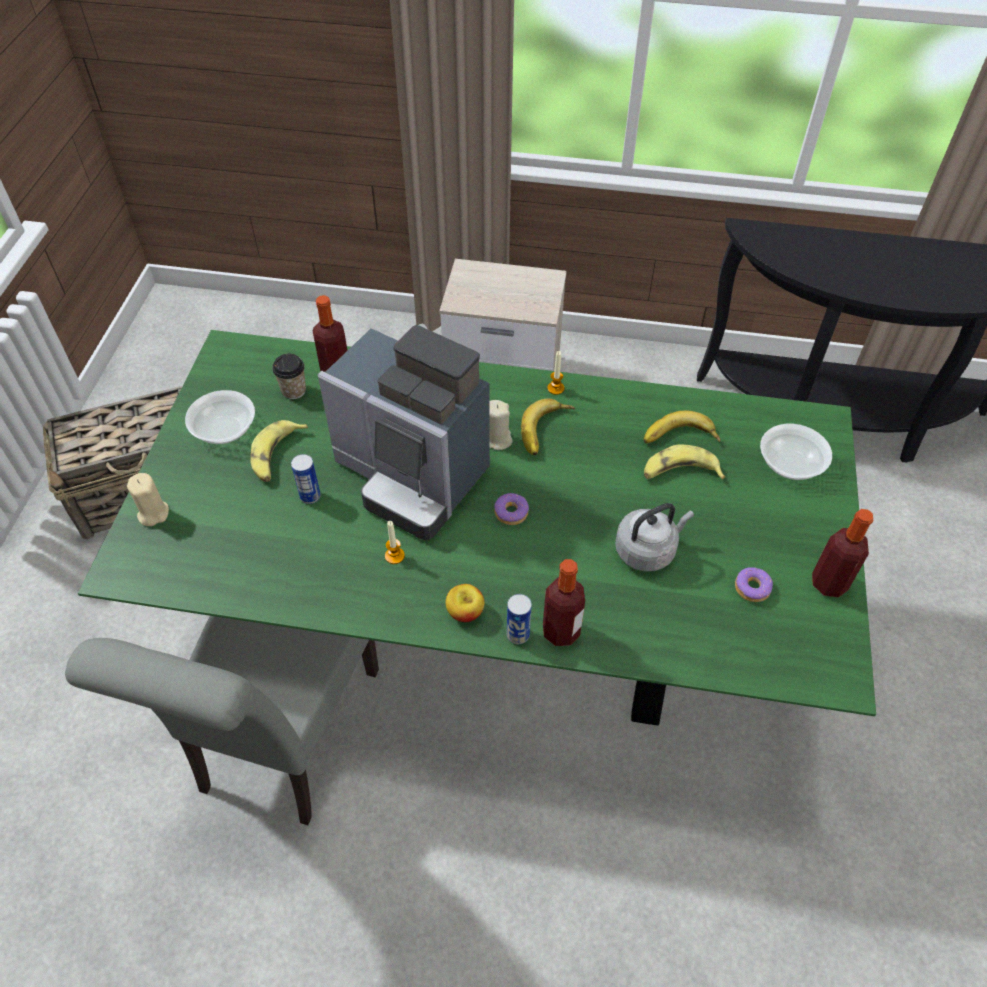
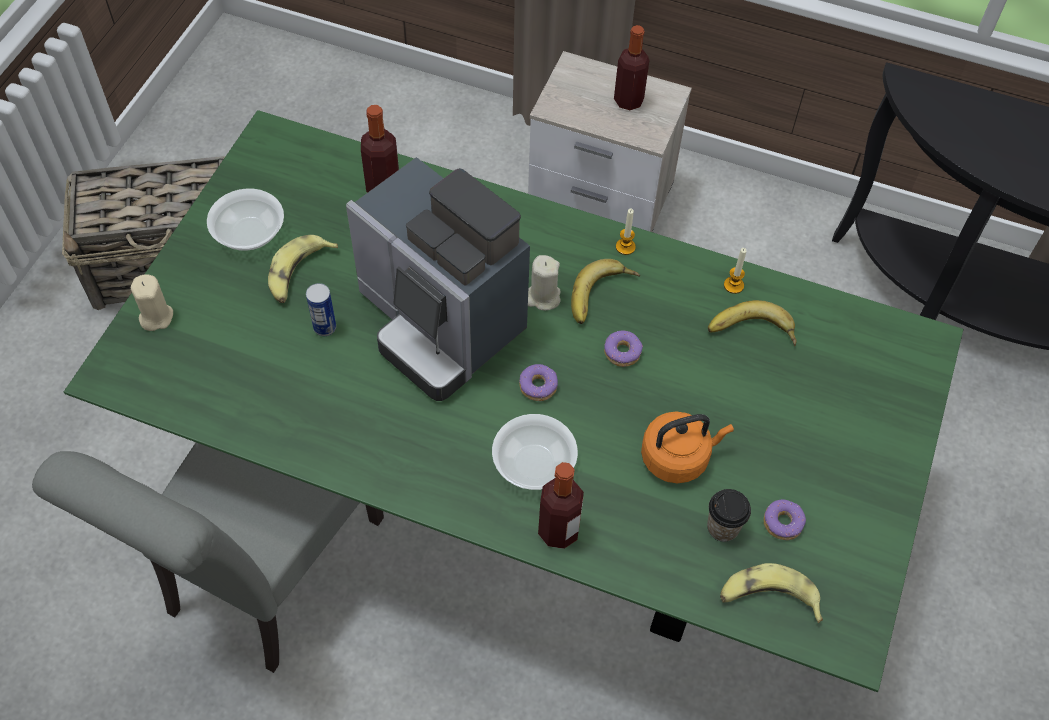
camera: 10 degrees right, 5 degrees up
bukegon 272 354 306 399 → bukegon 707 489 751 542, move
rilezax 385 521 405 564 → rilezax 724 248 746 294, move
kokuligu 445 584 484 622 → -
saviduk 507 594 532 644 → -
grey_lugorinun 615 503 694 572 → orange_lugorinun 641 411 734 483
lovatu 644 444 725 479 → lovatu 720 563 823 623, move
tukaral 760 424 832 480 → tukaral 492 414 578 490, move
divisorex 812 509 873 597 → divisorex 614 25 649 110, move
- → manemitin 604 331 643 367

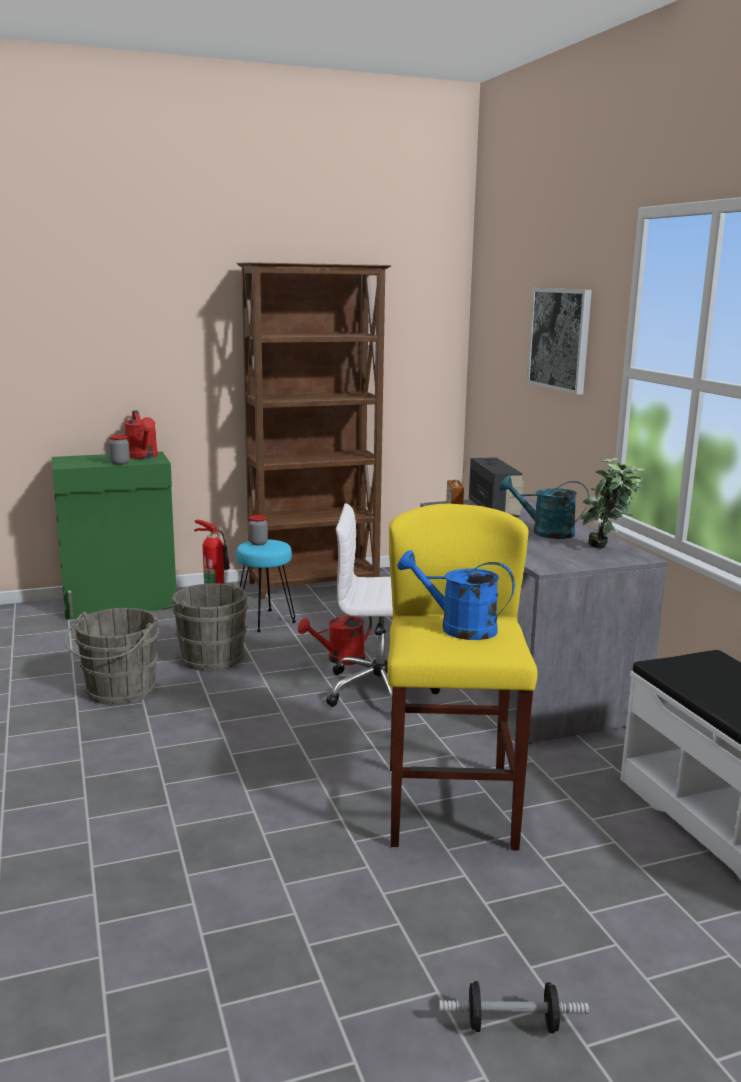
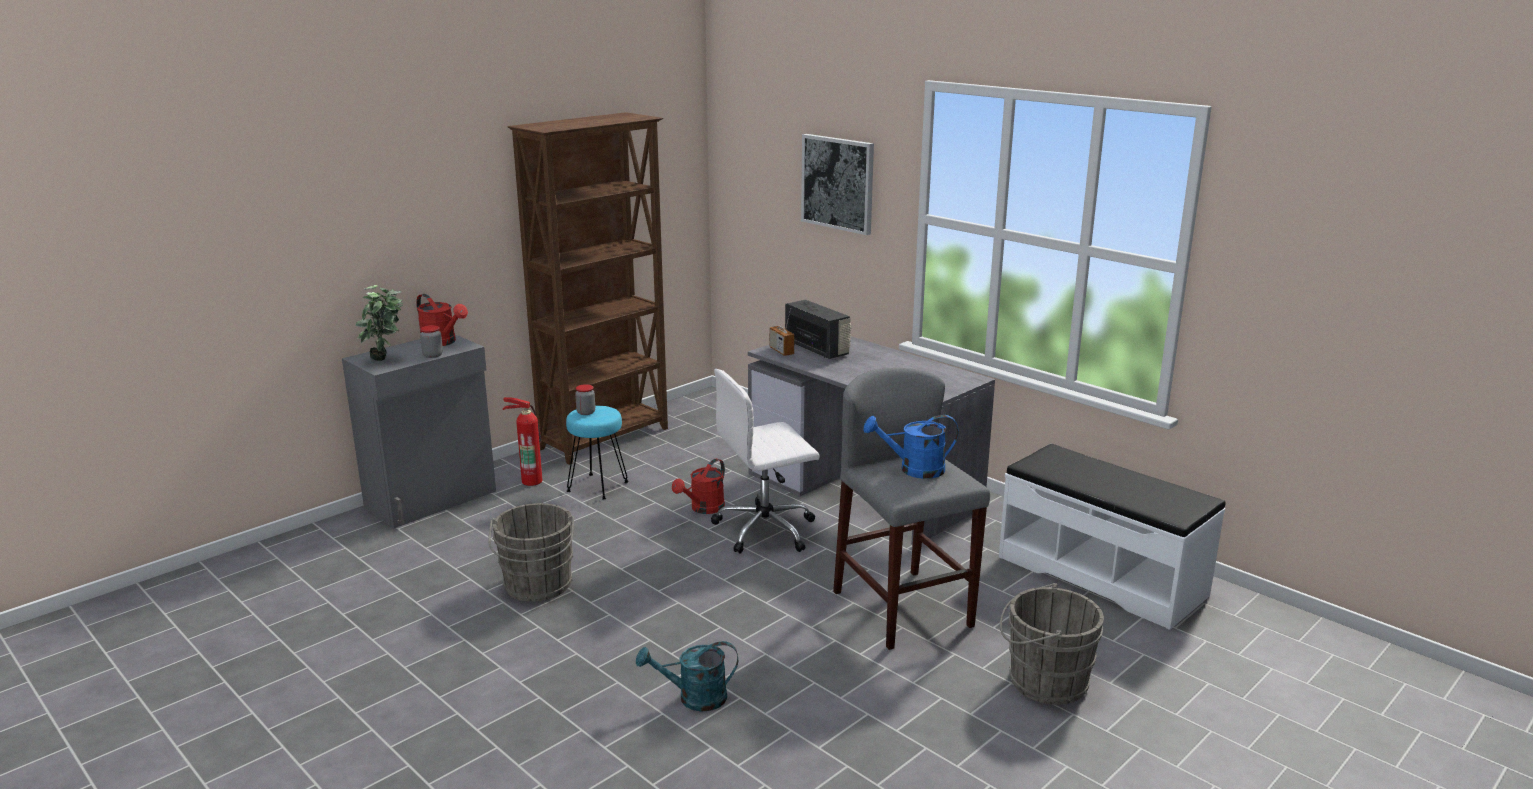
camera: 25 degrees left, 5 degrees up
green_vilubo 51 452 176 620 → grey_vilubo 342 334 496 528
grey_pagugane 163 582 248 671 → grey_pagugane 1000 583 1104 705, move
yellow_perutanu 387 504 538 850 → grey_perutanu 833 368 990 650
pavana 439 981 589 1033 → -
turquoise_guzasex 499 476 589 539 → turquoise_guzasex 636 641 738 712, move
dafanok 578 458 645 549 → dafanok 355 285 403 361, move

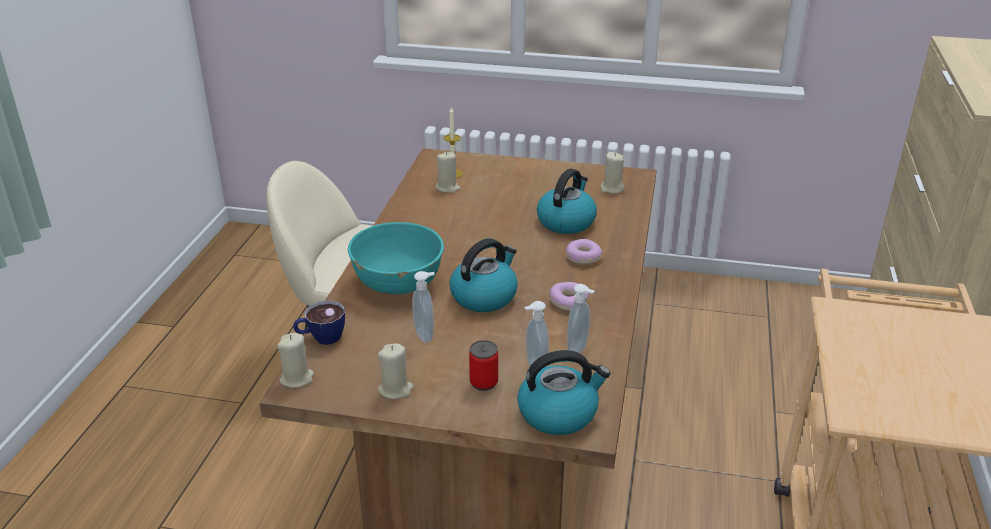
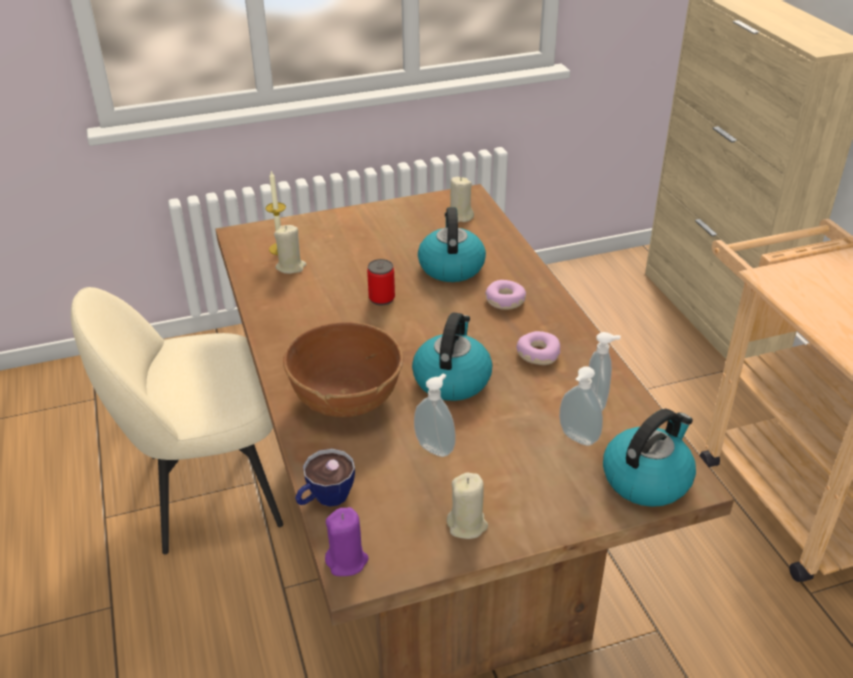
camera: 30 degrees left, 5 degrees up
beige_rilezax 277 333 314 388 → purple_rilezax 325 507 369 576
turquoise_tukaral 348 222 444 294 → brown_tukaral 283 322 403 417
saviduk 469 340 498 391 → saviduk 367 259 395 306, move

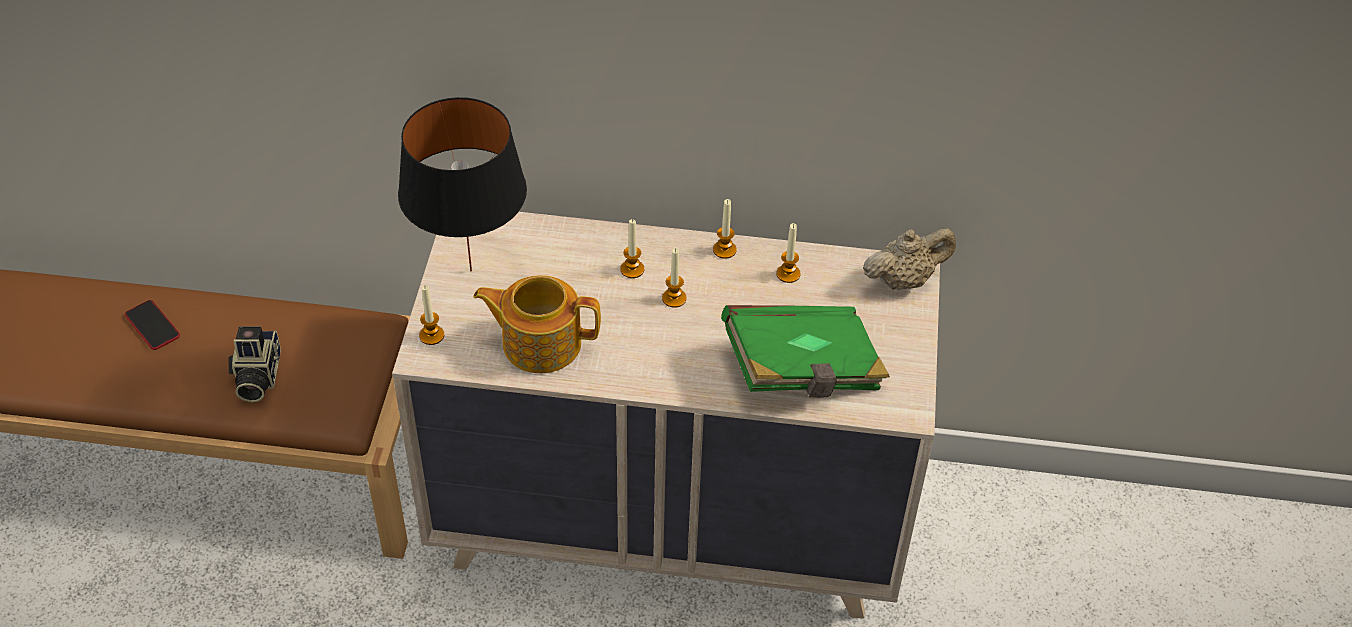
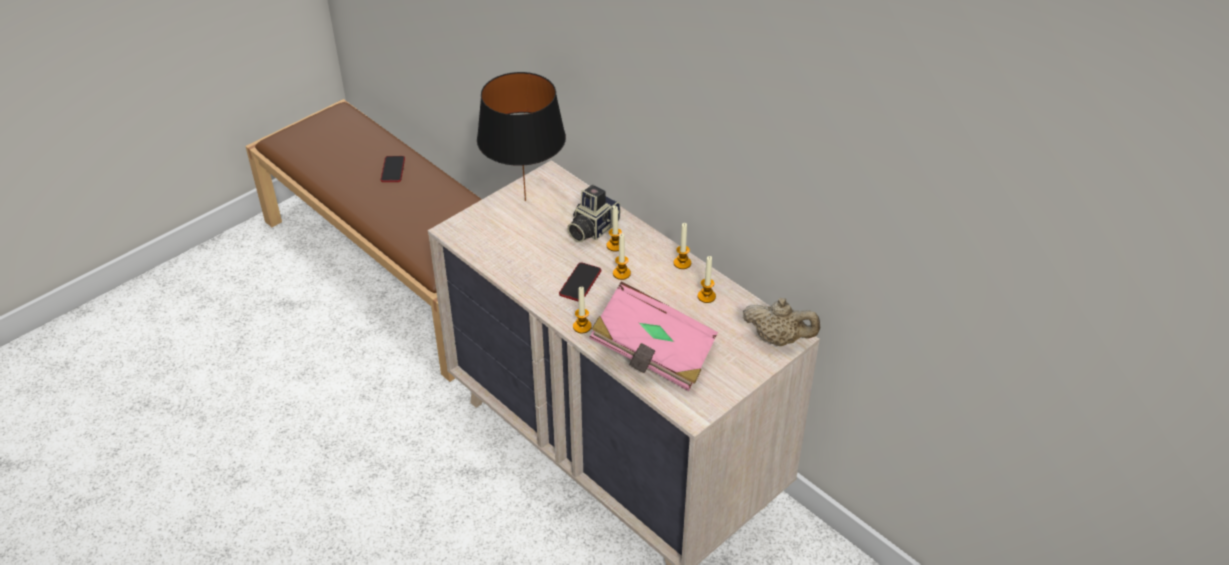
camera: 40 degrees right, 5 degrees down
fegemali 229 327 281 402 → fegemali 567 185 620 242, move
rilezax 419 285 444 345 → rilezax 573 286 592 333, move
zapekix 473 275 601 373 → -
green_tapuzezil 721 305 890 398 → pink_tapuzezil 589 281 718 391
- → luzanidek 559 262 601 302

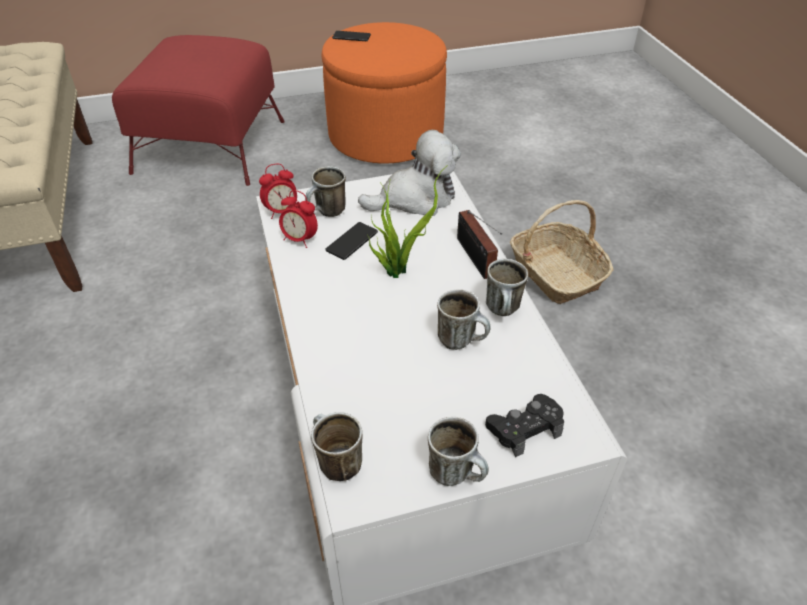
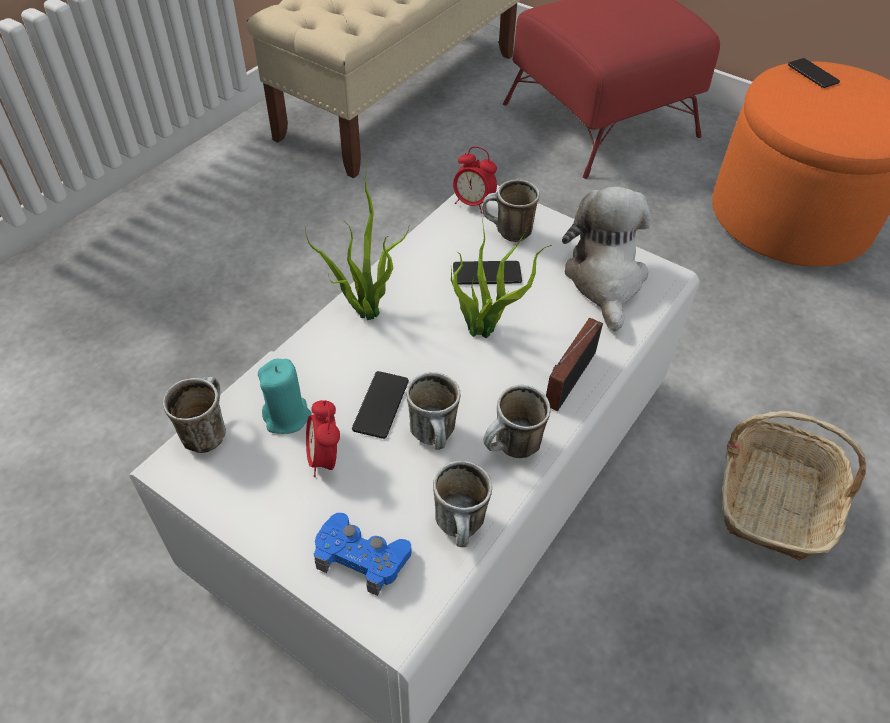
camera: 50 degrees right, 5 degrees up
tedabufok 279 190 318 248 → tedabufok 306 400 340 477, move
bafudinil 358 130 461 216 → bafudinil 562 186 652 331, 120 degrees counterclockwise
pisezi 428 417 489 486 → pisezi 433 461 492 547, move
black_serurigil 485 394 564 457 → blue_serurigil 314 513 411 596
- → turquoise_rilezax 258 359 312 434
- → dafanok 305 157 409 320
- → luzanidek 352 371 409 439

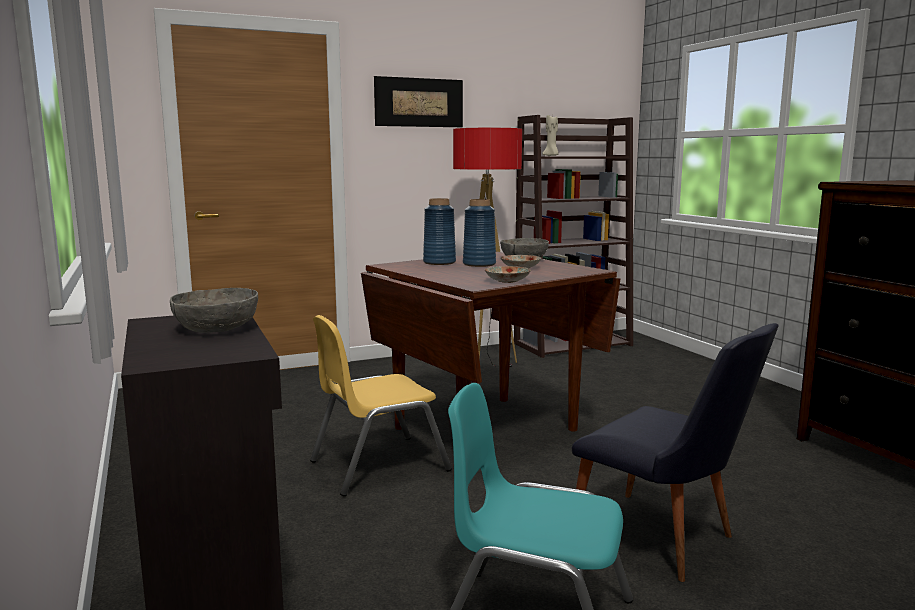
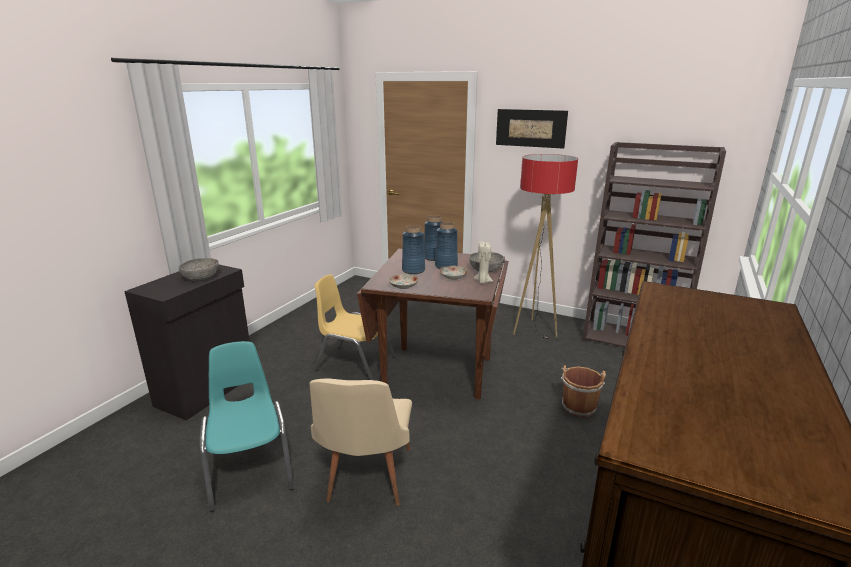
camera: 50 degrees right, 10 degrees up
beige_rilezax 542 115 559 156 → beige_rilezax 474 242 493 284, move
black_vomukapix 572 323 779 582 → beige_vomukapix 310 379 412 506
- → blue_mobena 402 225 425 274
- → brown_pagugane 561 365 606 417

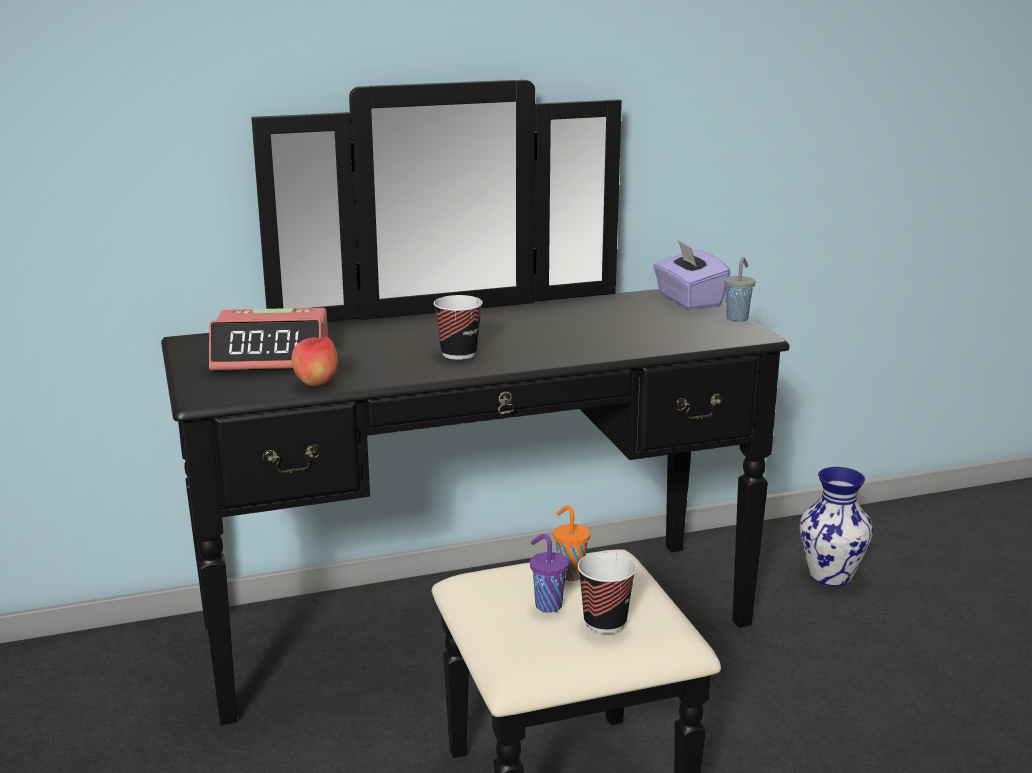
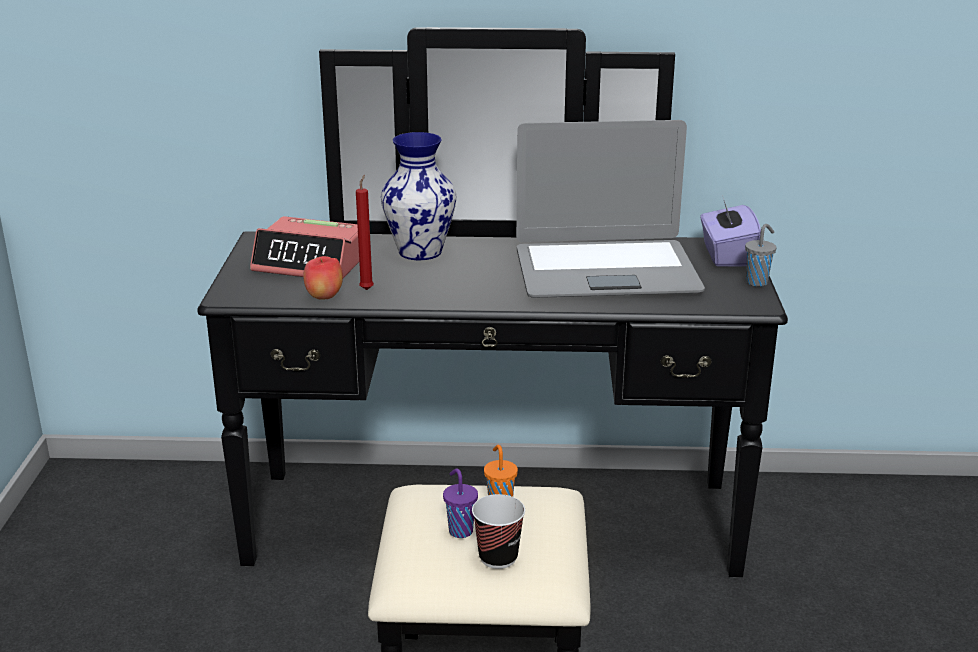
camera: 20 degrees right, 5 degrees up
bukegon 434 295 483 360 → -
mobena 800 467 873 587 → mobena 381 132 457 260, move
- → red_rilezax 356 175 374 290
- → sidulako 516 120 705 298

